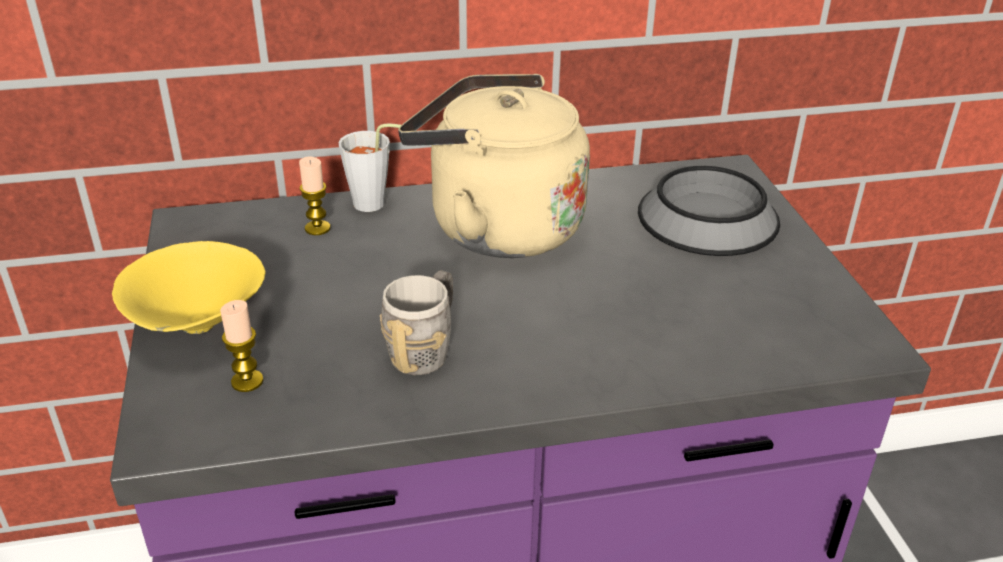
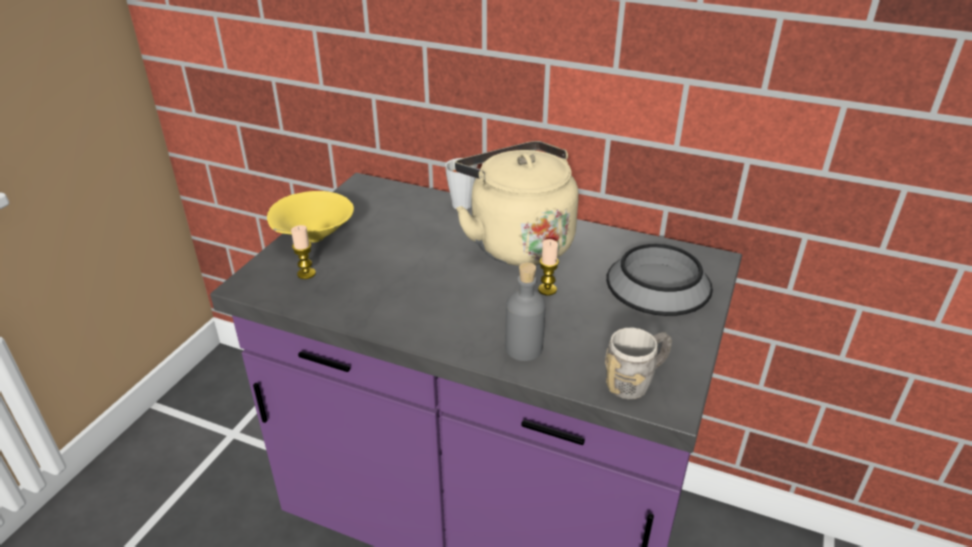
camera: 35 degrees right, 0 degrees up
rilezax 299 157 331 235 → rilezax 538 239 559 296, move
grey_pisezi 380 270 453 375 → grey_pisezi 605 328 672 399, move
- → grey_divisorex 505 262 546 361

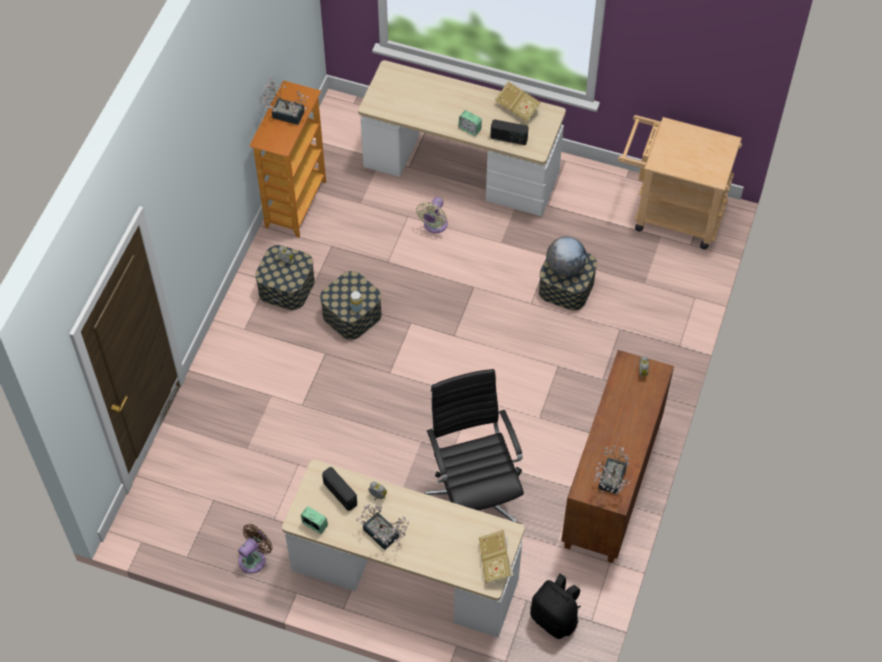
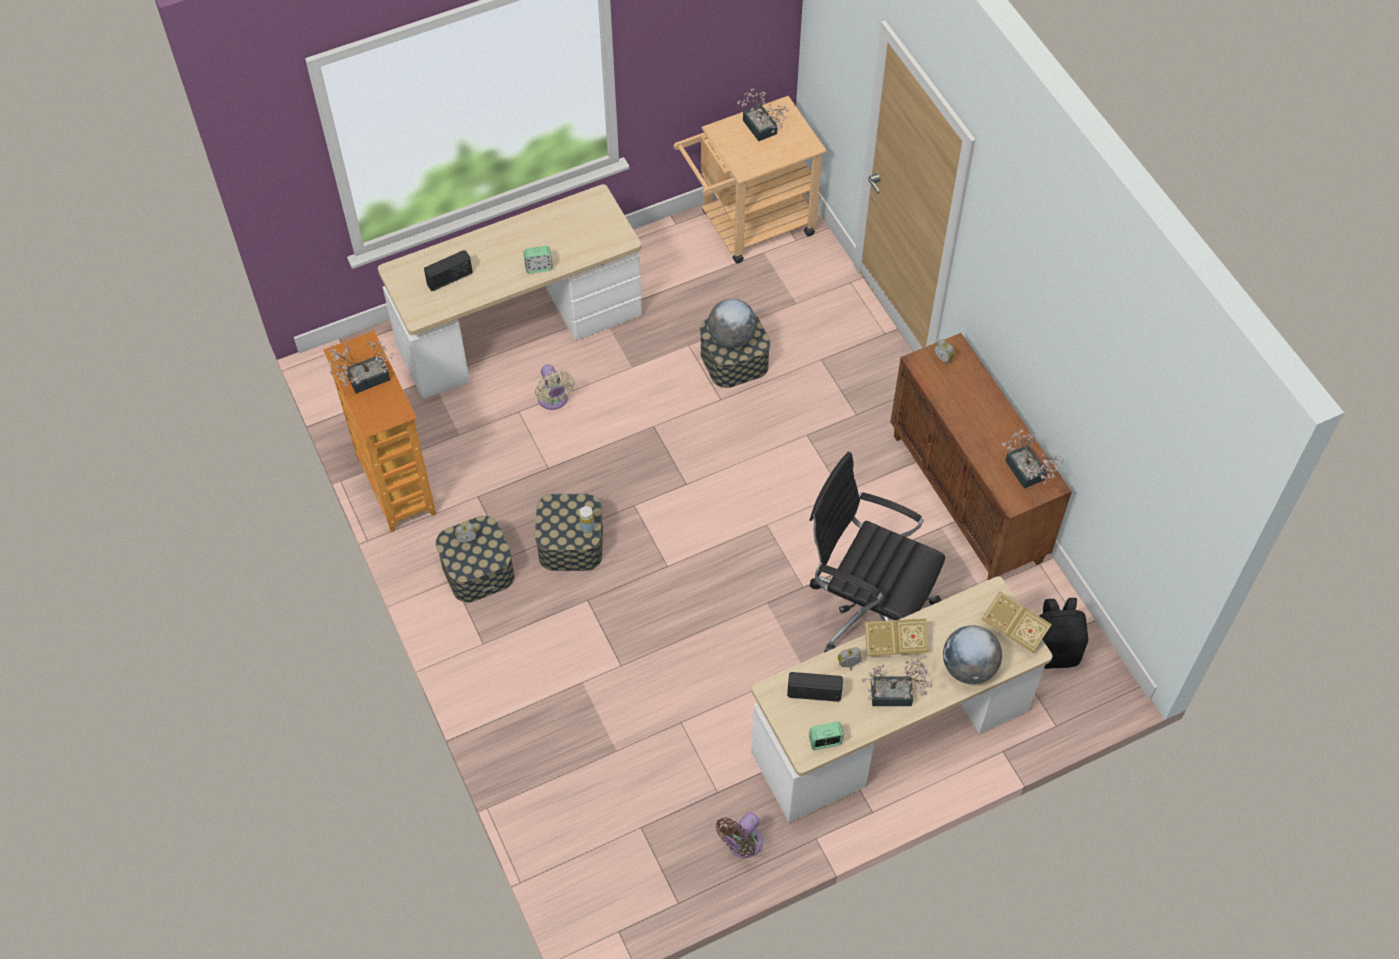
camera: 45 degrees left, 0 degrees up
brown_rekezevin 238 524 273 574 → brown_rekezevin 716 812 763 858, 135 degrees counterclockwise
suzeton 490 119 529 145 → suzeton 424 250 473 291, move
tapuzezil 495 81 541 122 → tapuzezil 865 618 928 656, move
- → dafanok 737 89 789 141
- → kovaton 943 625 1002 684

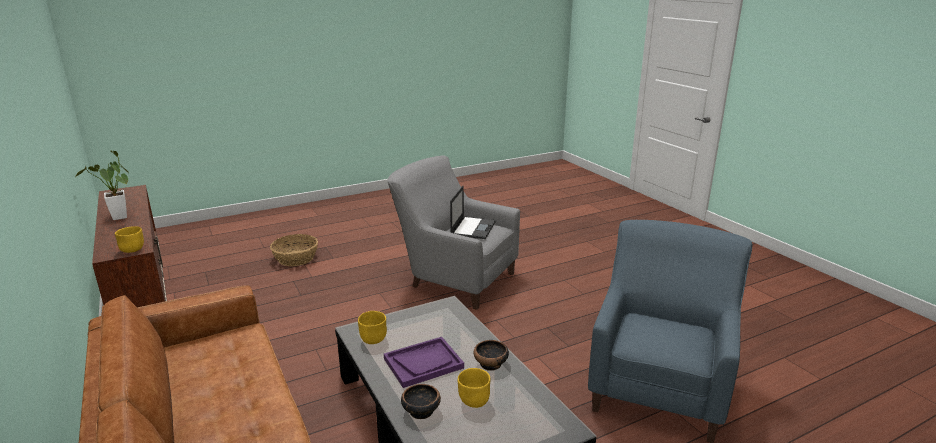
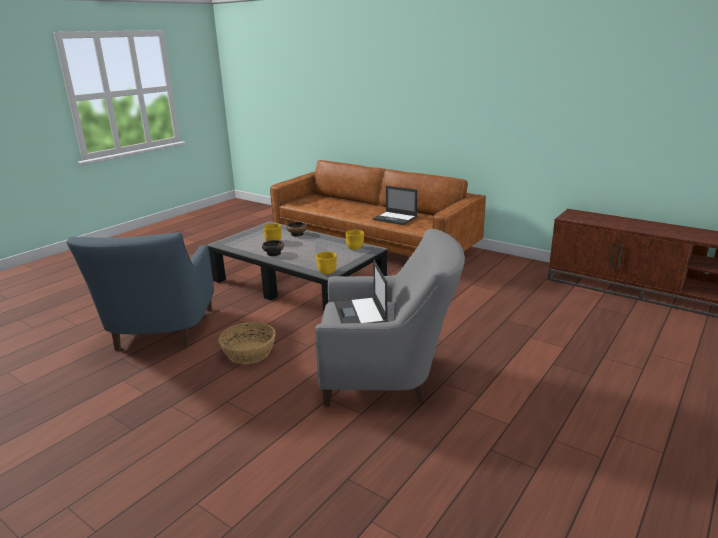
camera: 155 degrees right, 0 degrees up
dafanok 75 151 129 220 → -
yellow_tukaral 115 226 144 253 → yellow_tukaral 316 252 337 274, move
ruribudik 270 234 318 266 → ruribudik 218 322 276 364, move
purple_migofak 384 337 464 388 → -
- → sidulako 373 186 417 225

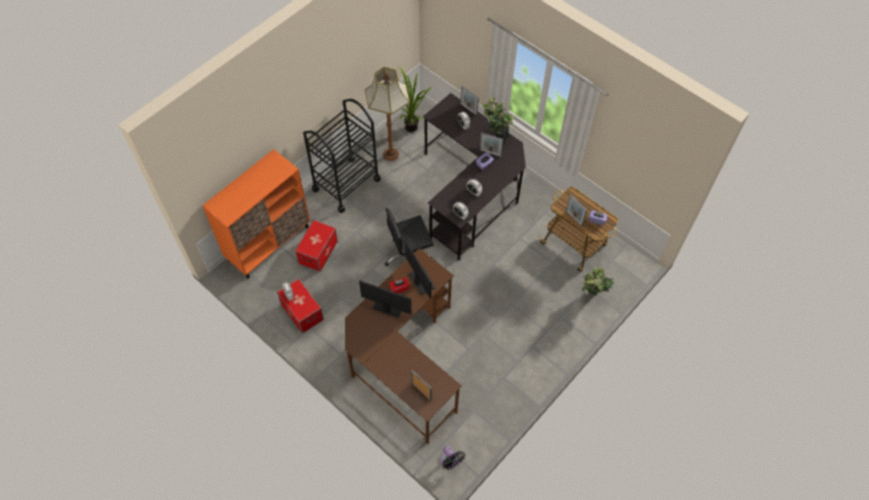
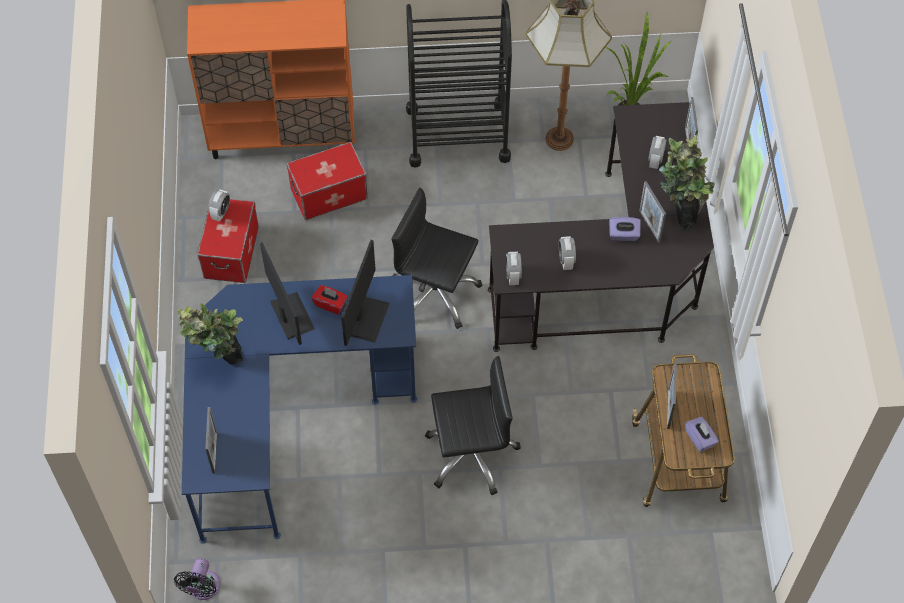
camera: 45 degrees right, 0 degrees up
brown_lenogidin 345 248 462 444 → blue_lenogidin 182 275 417 544
dafanok 582 267 614 295 → dafanok 176 304 243 365, move
- → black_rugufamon 425 356 521 495

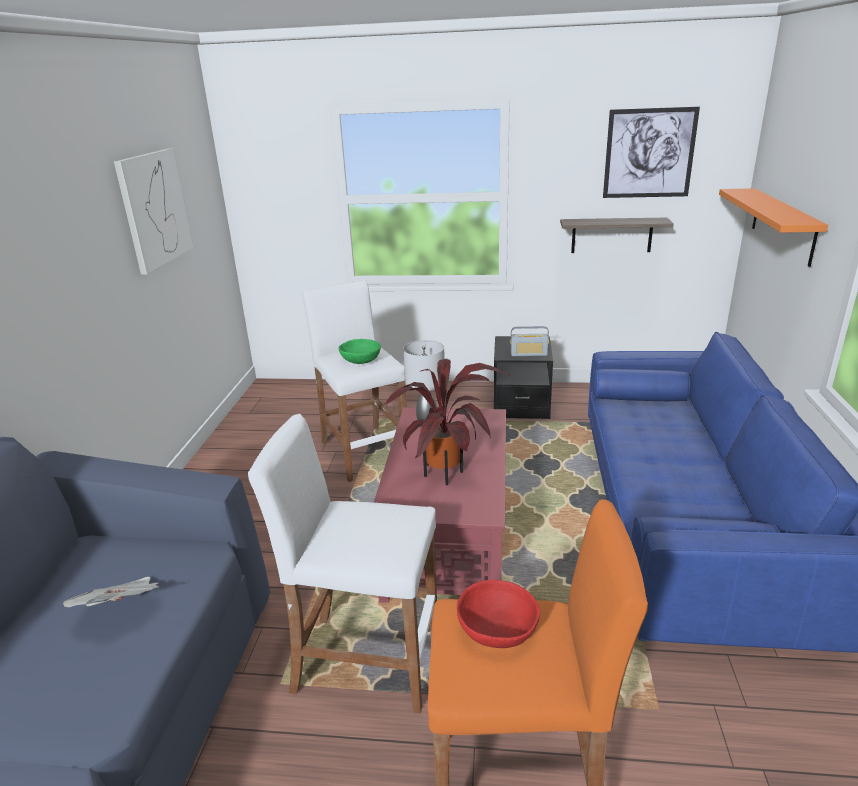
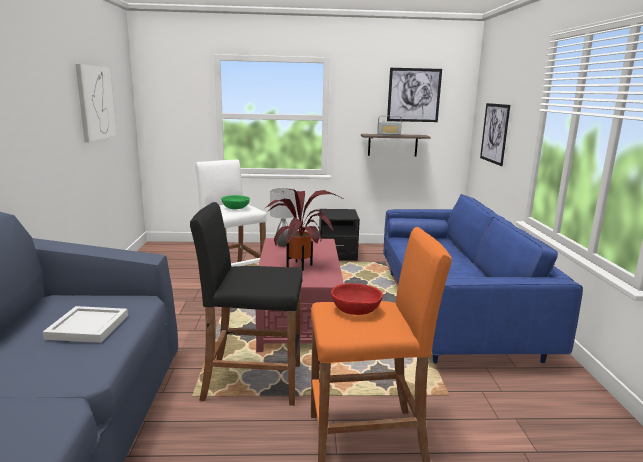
camera: 10 degrees left, 10 degrees down
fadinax 63 577 160 607 → white_migofak 43 306 128 343
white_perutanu 248 414 437 713 → black_perutanu 190 202 303 406
suzeton 510 326 549 356 → suzeton 377 116 402 135, move
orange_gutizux 719 188 828 267 → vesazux 480 103 510 166

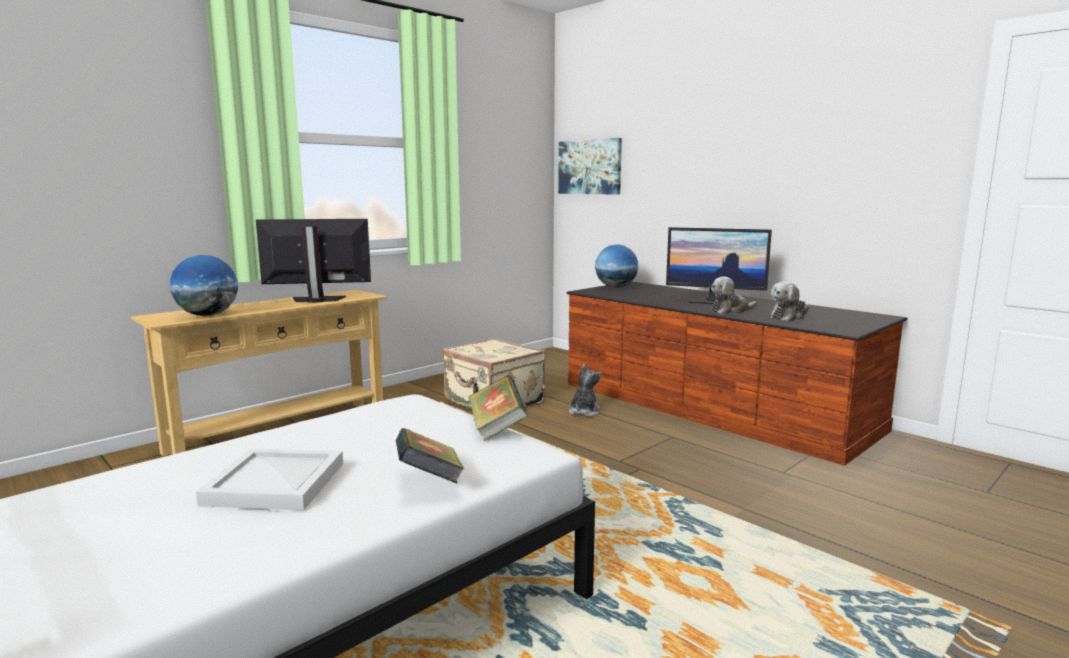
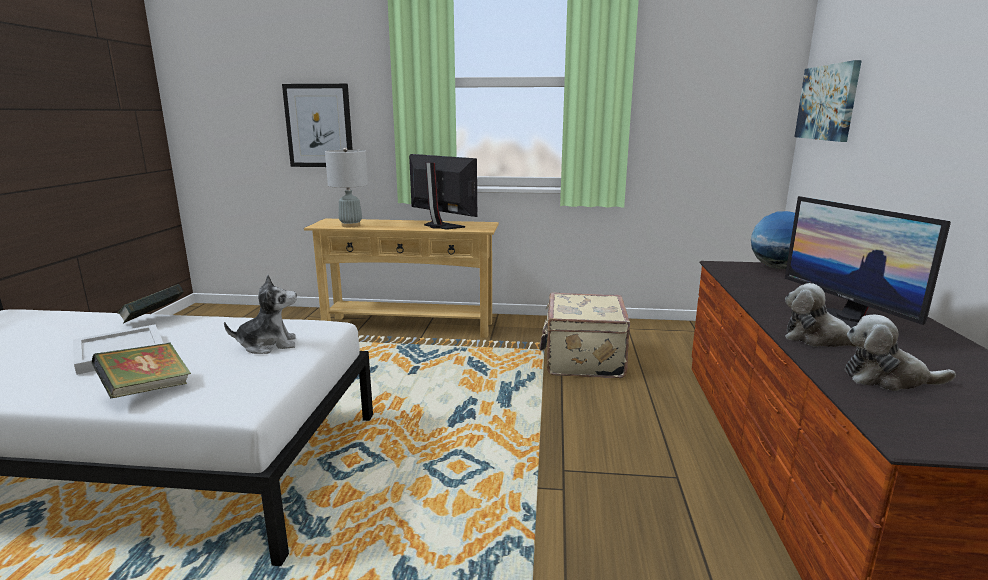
camera: 50 degrees right, 5 degrees up
kovaton 170 255 238 316 → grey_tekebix 325 147 368 227
tapuzezil 469 375 528 441 → tapuzezil 117 284 184 324, move
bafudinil 569 364 602 417 → bafudinil 224 275 297 354, move
- → vesazux 282 84 353 167

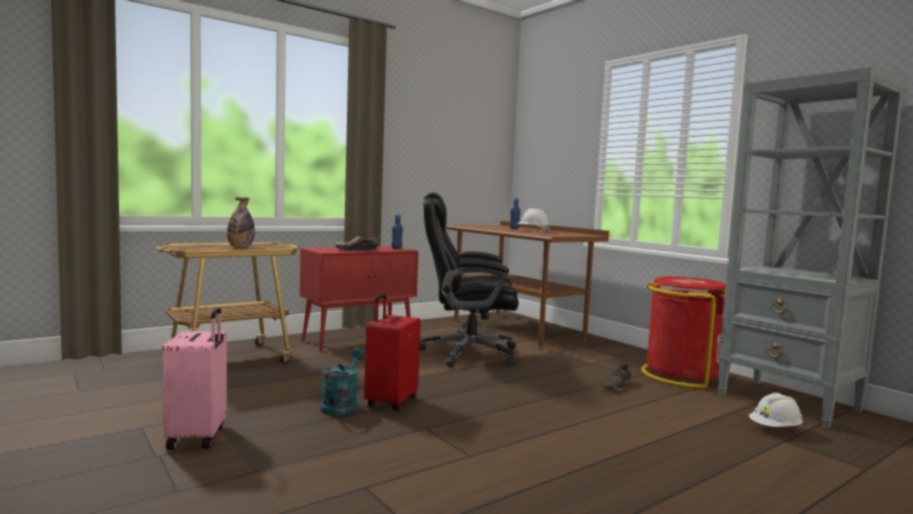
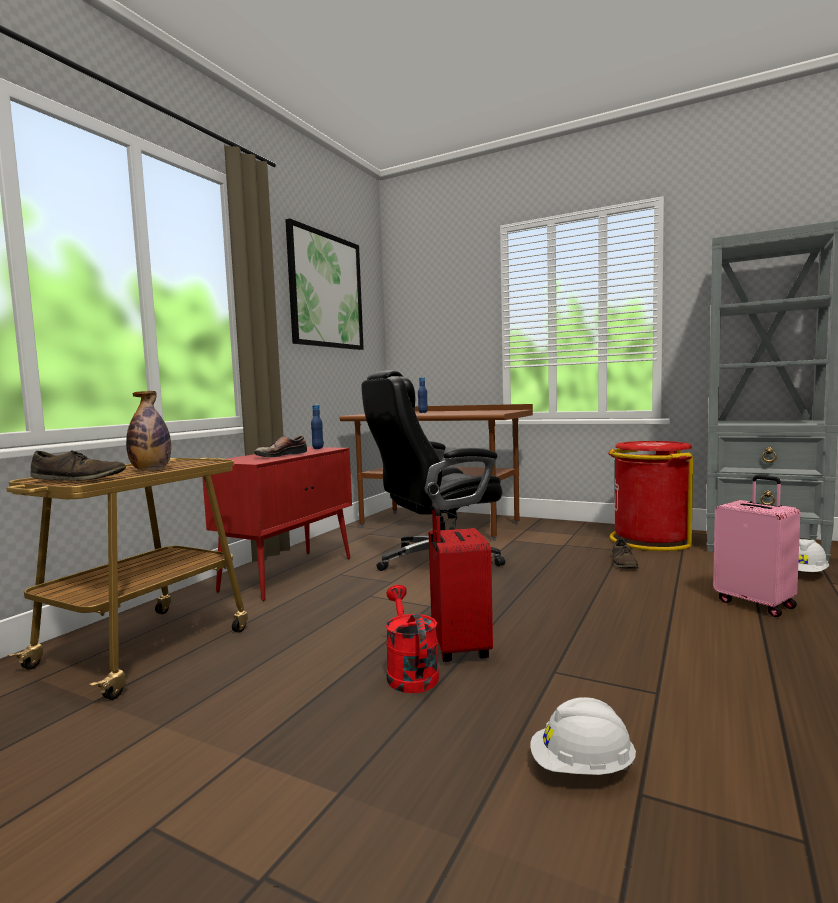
camera: 25 degrees left, 0 degrees up
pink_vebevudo 163 307 227 450 → pink_vebevudo 713 475 800 617, move
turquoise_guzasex 321 348 365 416 → red_guzasex 386 585 439 693
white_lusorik 517 209 550 232 → white_lusorik 530 697 636 775, move
- → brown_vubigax 31 450 126 481
- → vesazux 285 219 364 350

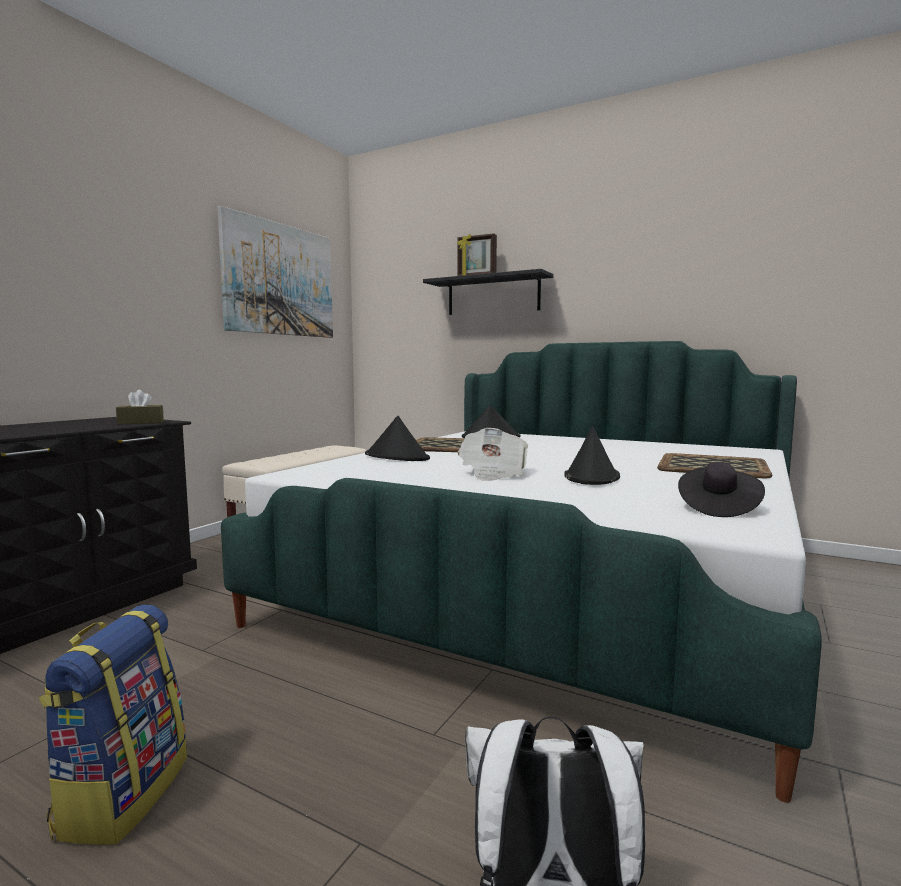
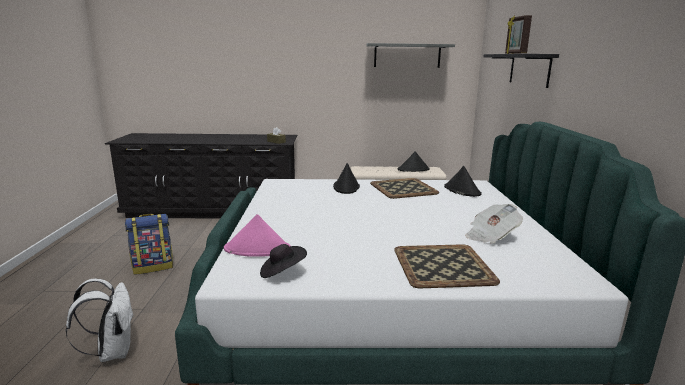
camera: 60 degrees right, 10 degrees up
vesazux 217 206 333 338 → grey_gutizux 366 43 455 68
fadinax 458 428 528 481 → fadinax 465 204 523 244, move
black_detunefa 564 426 620 485 → black_detunefa 398 151 430 172, move
- → pink_detunefa 224 214 291 257

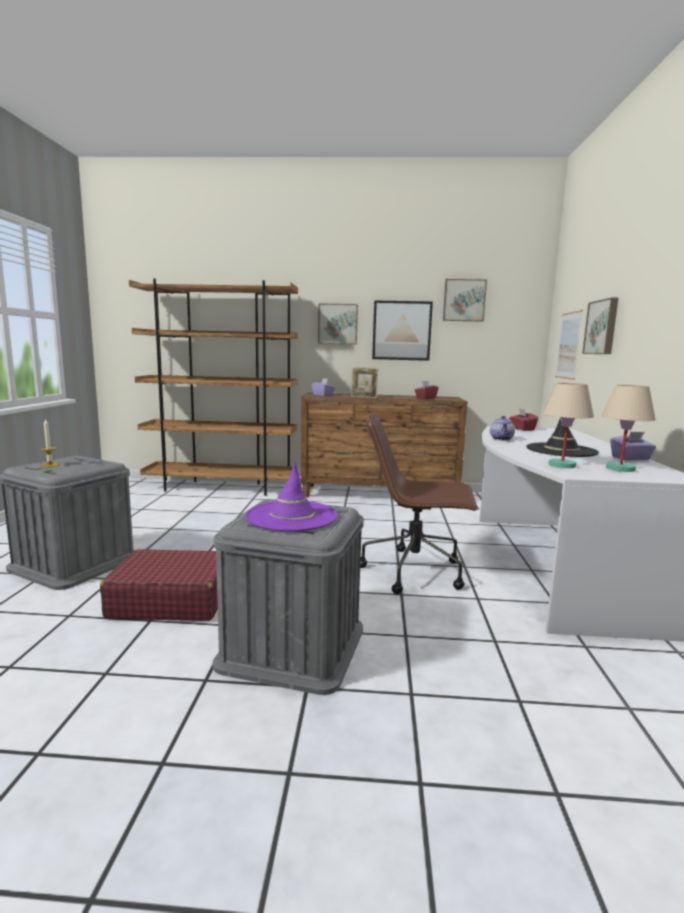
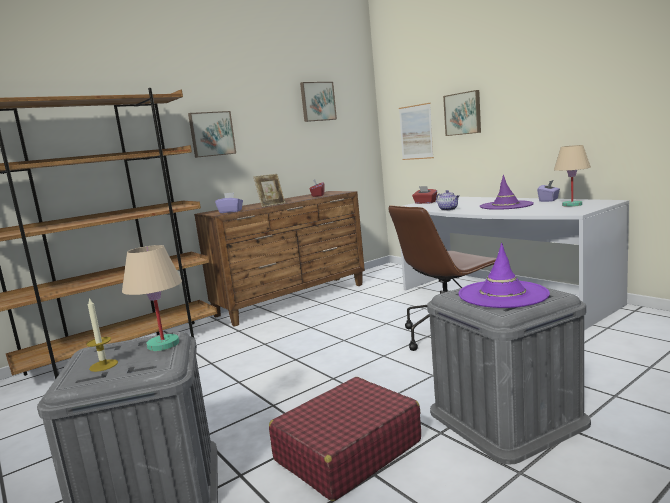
camera: 40 degrees left, 0 degrees up
vesazux 372 300 433 361 → -
black_detunefa 526 418 599 457 → purple_detunefa 480 175 534 210
beige_tekebix 543 383 594 468 → beige_tekebix 122 245 182 351, move

